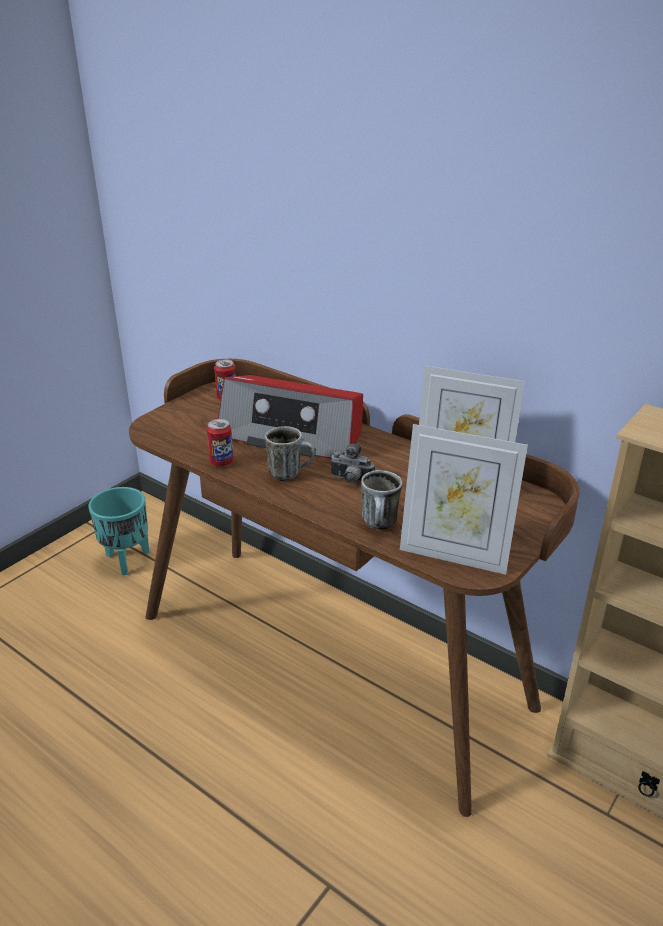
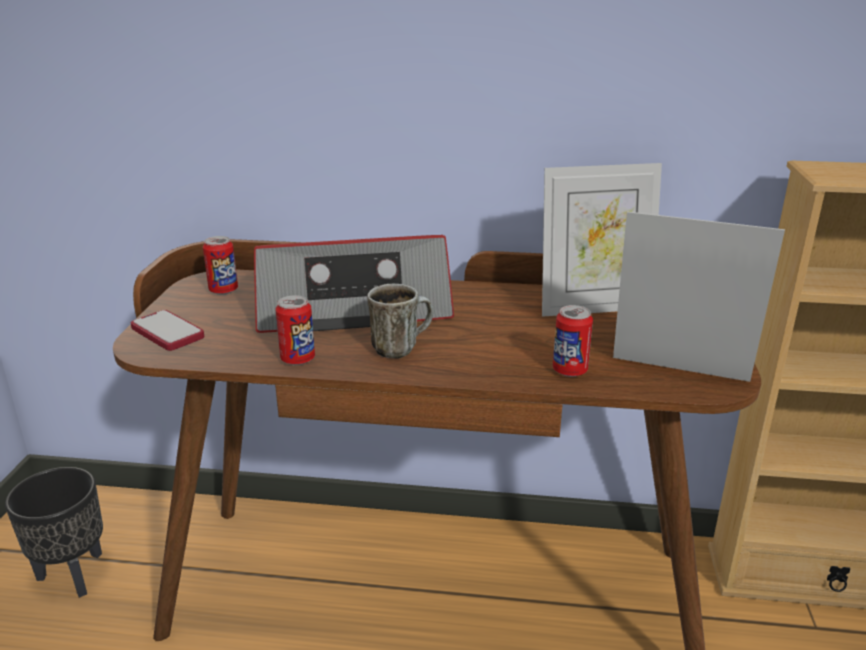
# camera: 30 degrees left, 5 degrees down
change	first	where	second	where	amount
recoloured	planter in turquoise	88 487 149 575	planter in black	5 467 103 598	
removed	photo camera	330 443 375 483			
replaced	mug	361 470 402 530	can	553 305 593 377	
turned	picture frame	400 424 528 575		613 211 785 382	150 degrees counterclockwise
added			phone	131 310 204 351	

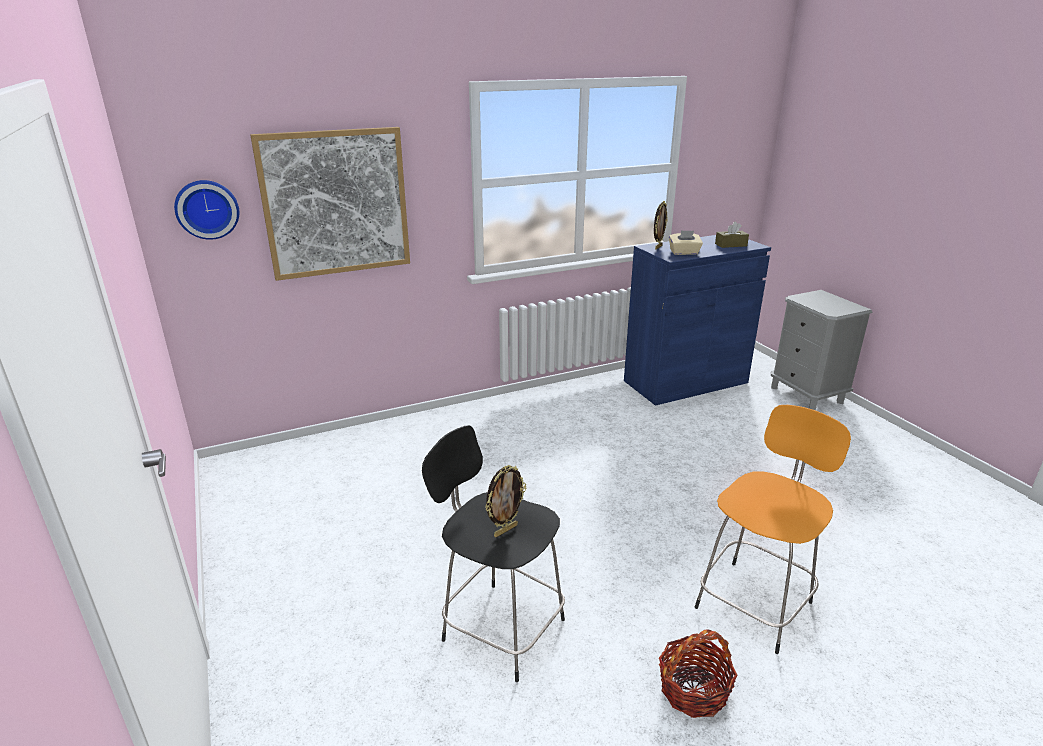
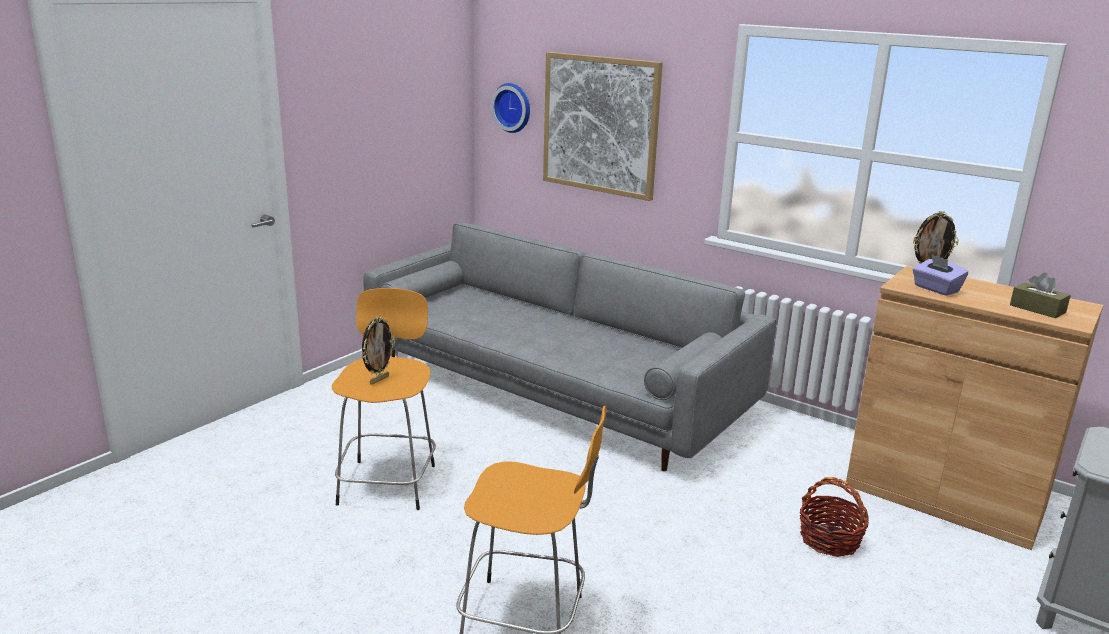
# camera: 60 degrees right, 5 degrees down
change	first	where	second	where	amount
recoloured	stool in black	422 425 565 682	stool in orange	332 288 436 510	
turned	picture frame	485 465 526 537		361 316 395 385	75 degrees counterclockwise
recoloured	cabinet in blue	624 235 771 406	cabinet in brown	846 266 1103 550	
moved	basket	659 629 738 718		800 477 869 557	
recoloured	tissue box in beige	669 230 703 255	tissue box in purple	913 254 968 296	
added			sofa in grey	363 222 776 471	

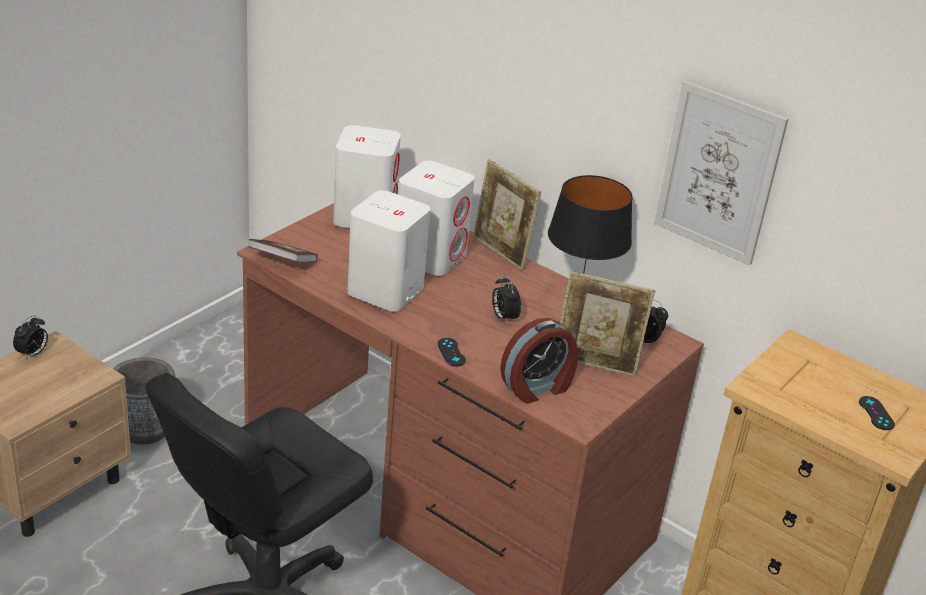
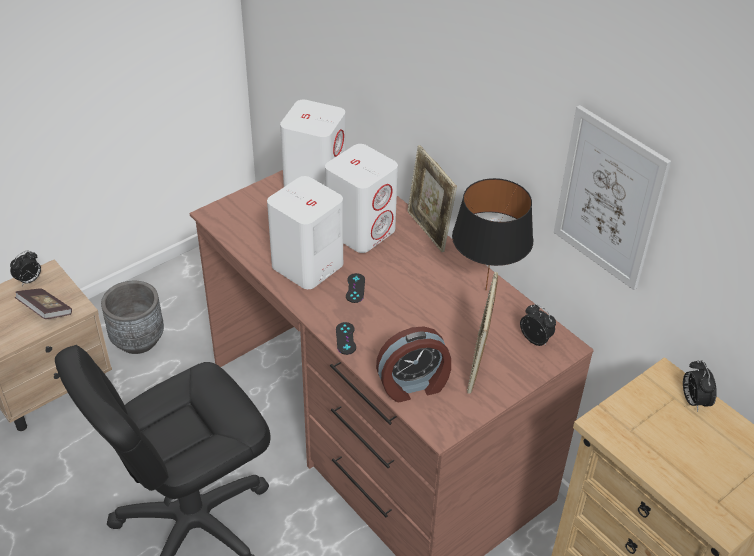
# camera: 15 degrees right, 10 degrees up
change	first	where	second	where	amount
moved	book	248 239 318 263		15 288 72 319	
moved	alarm clock	492 275 521 325		683 360 717 412	
turned	picture frame	560 271 655 377		467 272 498 394	75 degrees clockwise
moved	game controller in black	859 396 895 430		346 273 365 303	

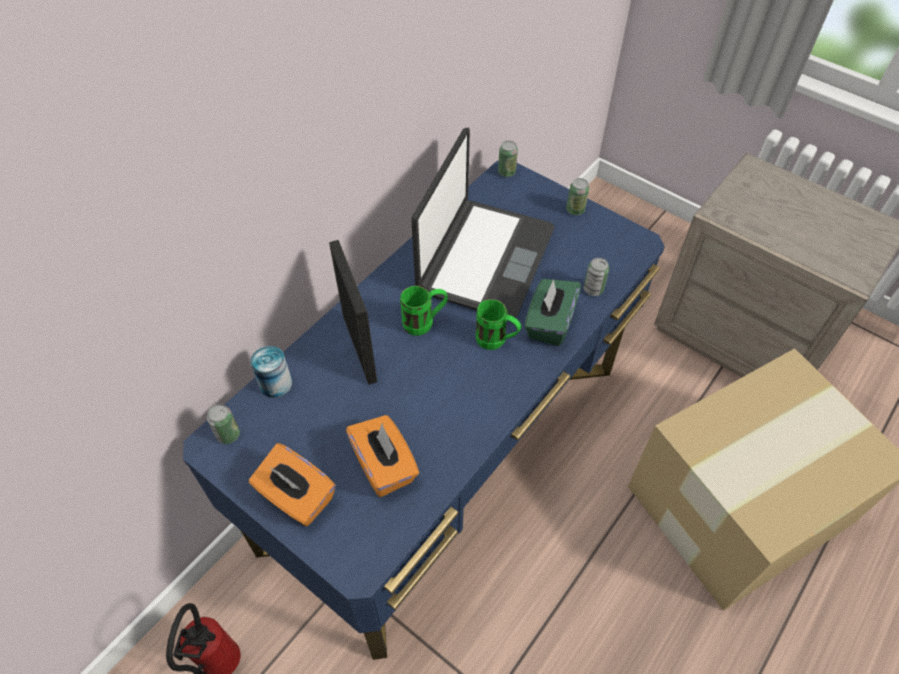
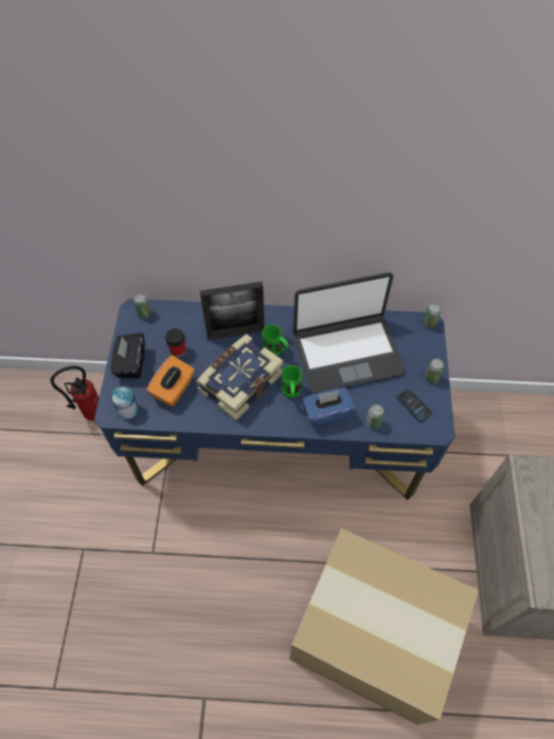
# camera: 55 degrees right, 5 degrees up
change	first	where	second	where	amount
recoloured	tissue box in orange	249 443 336 526	tissue box in black	111 333 145 378	
moved	can	250 346 292 398		110 386 139 419	
turned	picture frame	329 240 377 385		200 281 264 340	45 degrees clockwise
recoloured	tissue box in green	525 279 581 346	tissue box in blue	302 388 356 427	
added			cup	165 328 186 357	
added			book	196 334 283 421	
added			phone	397 389 432 422	

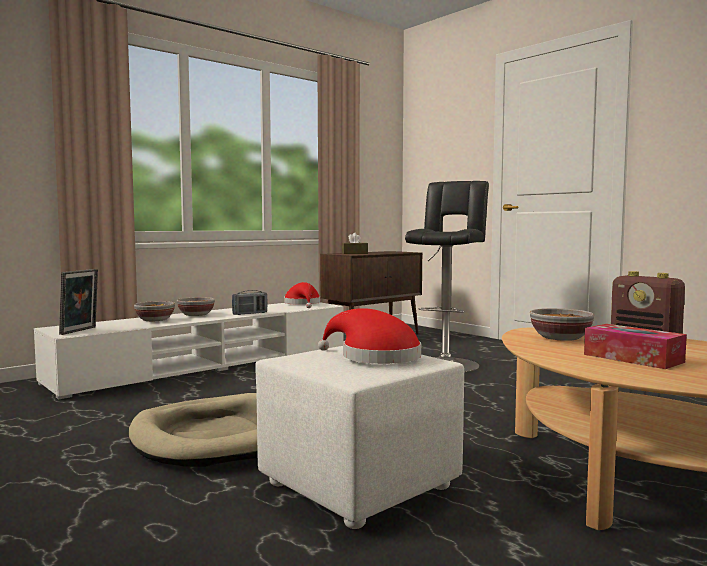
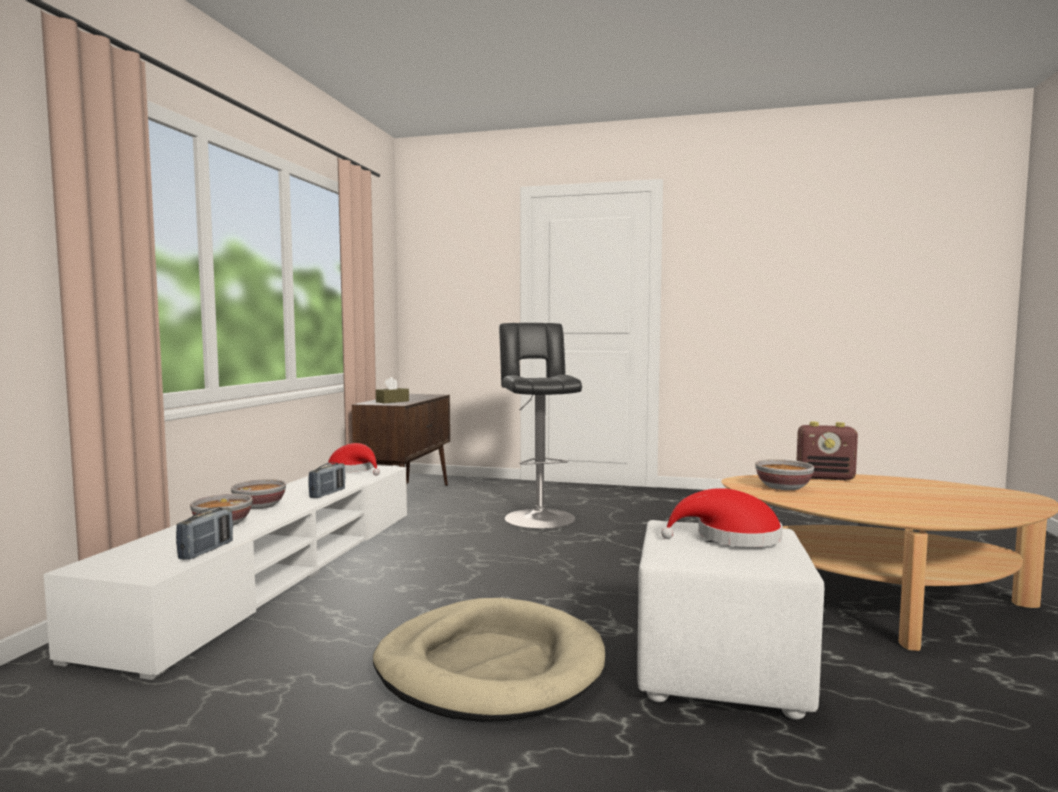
# camera: 35 degrees left, 0 degrees up
change	first	where	second	where	amount
removed	picture frame	59 269 98 335			
removed	tissue box	584 324 687 369			
added			radio	176 507 233 560	

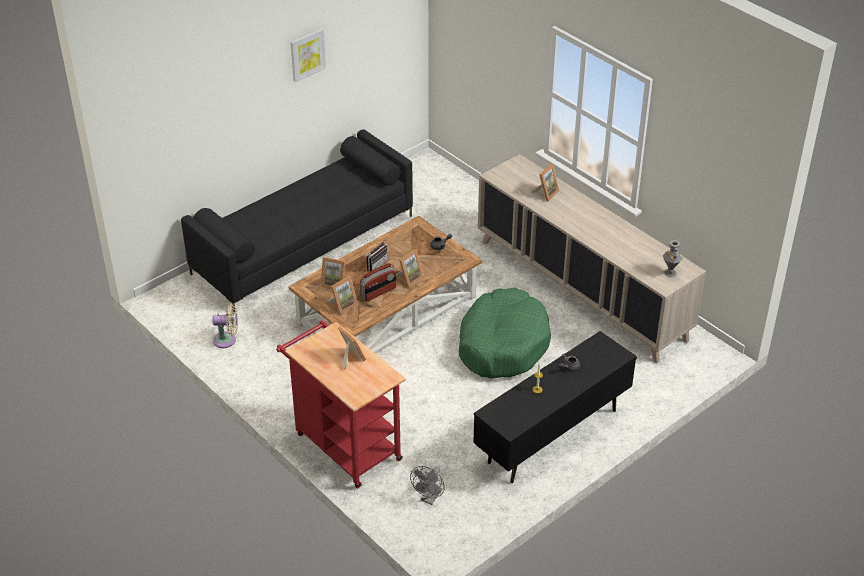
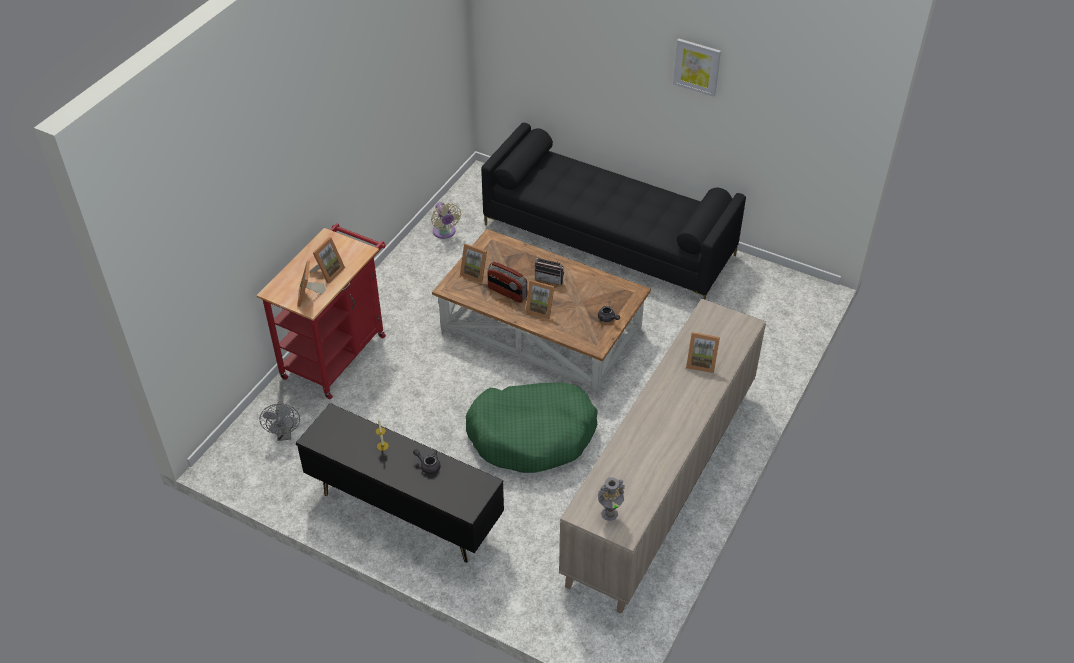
# camera: 70 degrees right, 5 degrees up
change	first	where	second	where	amount
moved	picture frame	321 257 345 289		297 261 326 307	
turned	fan in grey	410 466 444 505		260 401 300 441	105 degrees counterclockwise

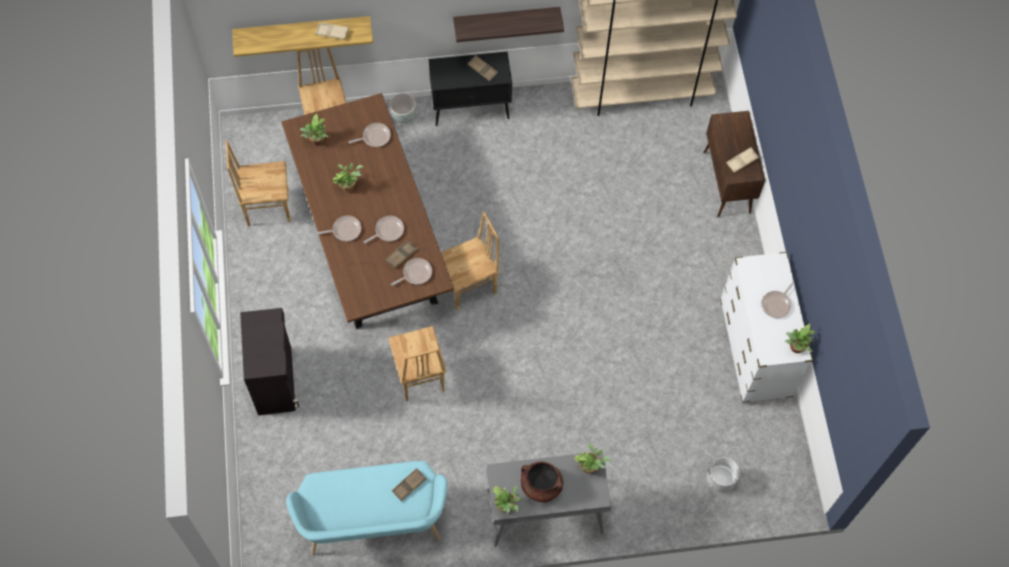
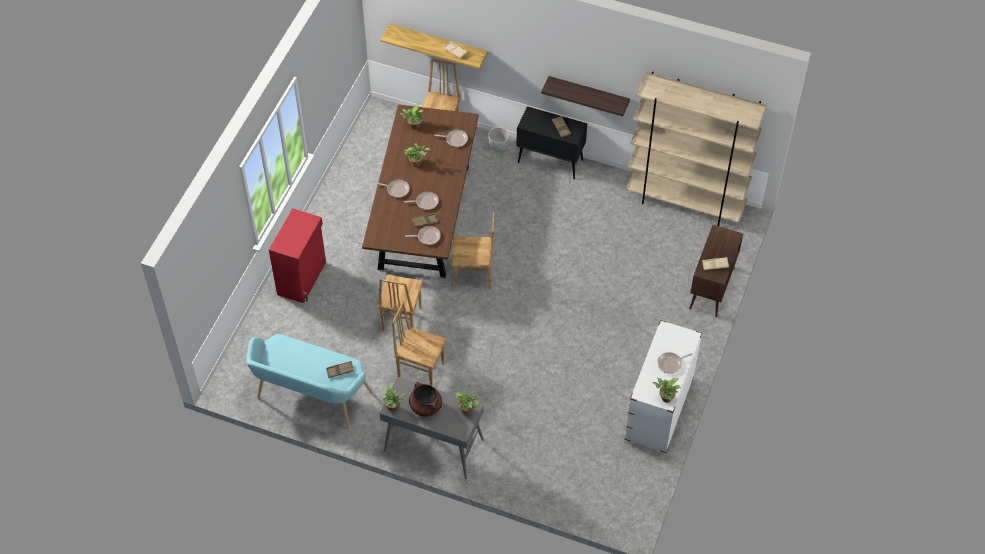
# camera: 30 degrees right, 10 degrees down
change	first	where	second	where	amount
moved	chair in brown	226 141 291 227		392 301 447 386	
recoloured	cabinet in black	240 308 300 415	cabinet in red	269 208 326 303	
removed	planter in white	707 458 740 493			

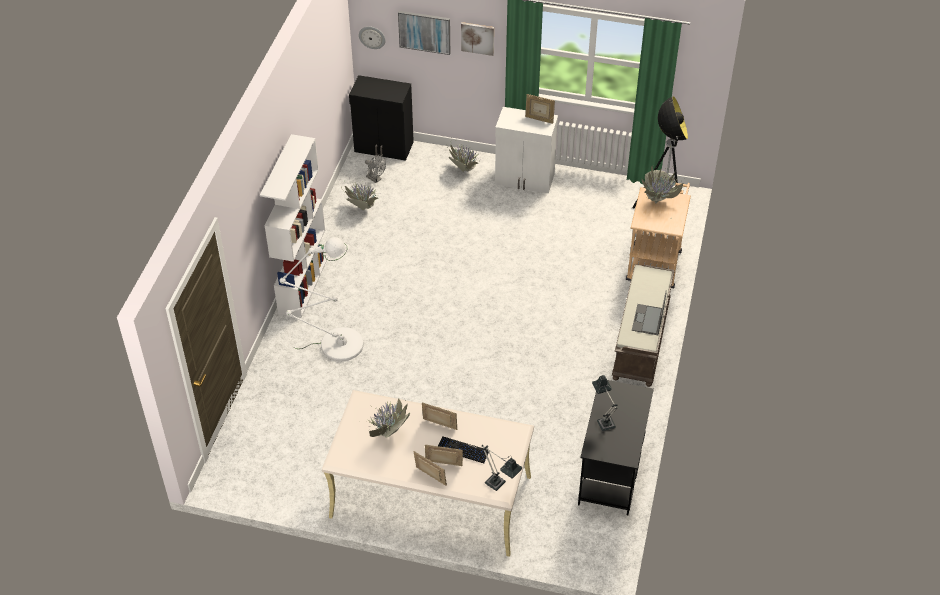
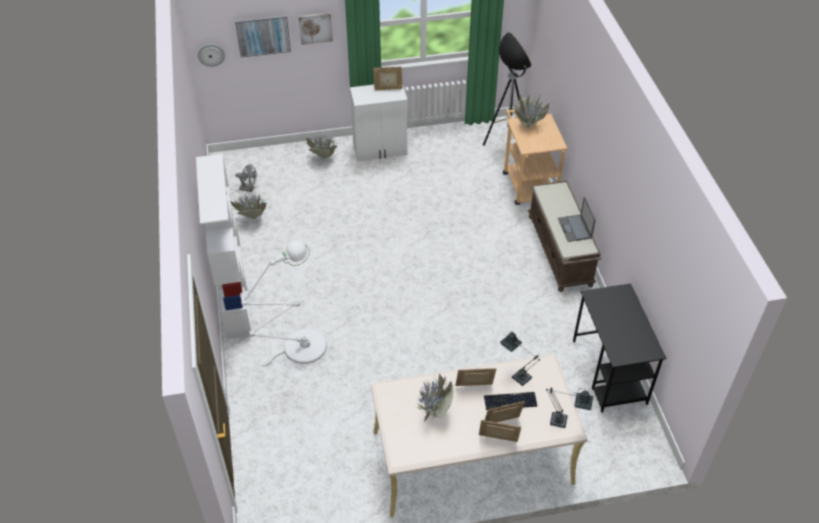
# camera: 25 degrees left, 0 degrees up
change	first	where	second	where	amount
removed	cabinet in black	349 75 414 161			
moved	table lamp	592 375 618 431		500 332 540 386	

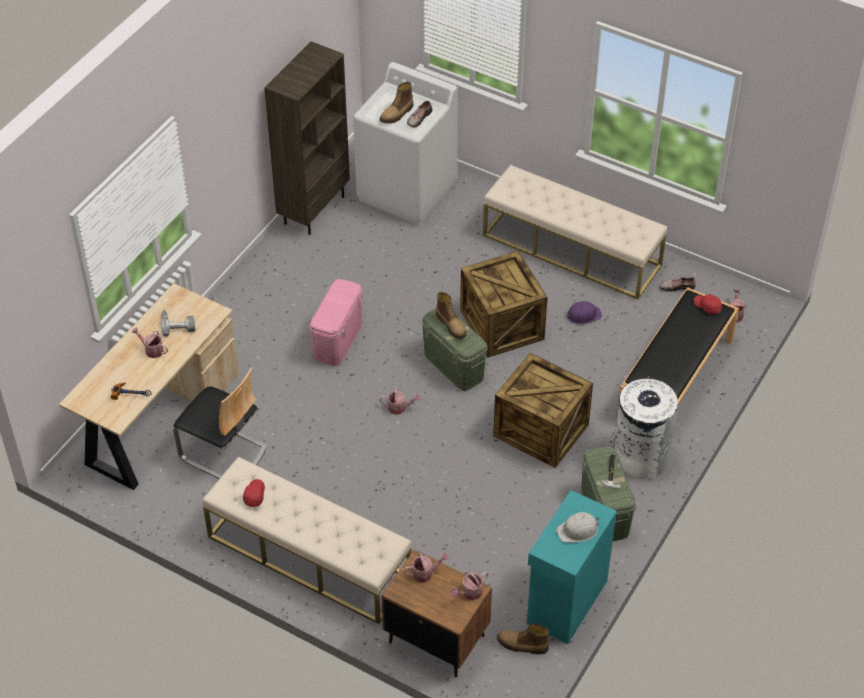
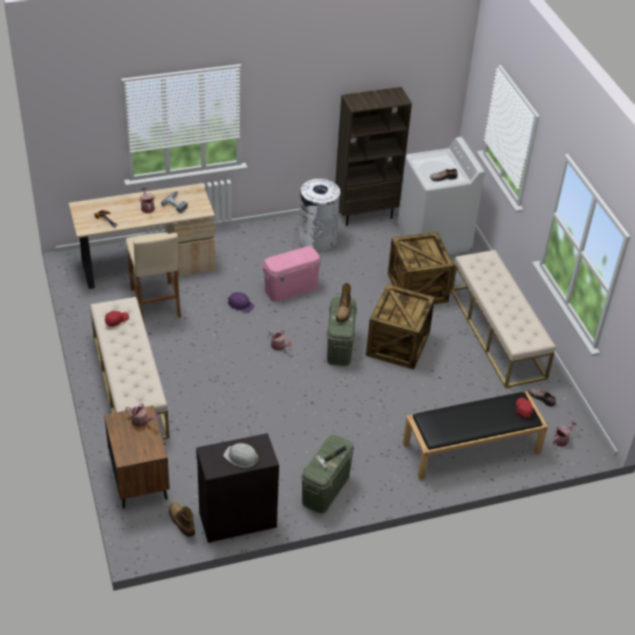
# camera: 40 degrees right, 5 degrees down
change	first	where	second	where	amount
replaced	chair	173 367 267 479	stool in beige	126 232 181 322	
removed	boot	380 82 413 123			
removed	watering can	450 571 488 600			
moved	crate	493 353 593 468		388 232 454 304	
recoloured	cabinet in turquoise	527 490 617 644	cabinet in black	196 433 279 543	
moved	hard hat in purple	566 301 602 324		227 292 254 312	
moved	trash can in white	614 379 678 479		299 179 341 252	

